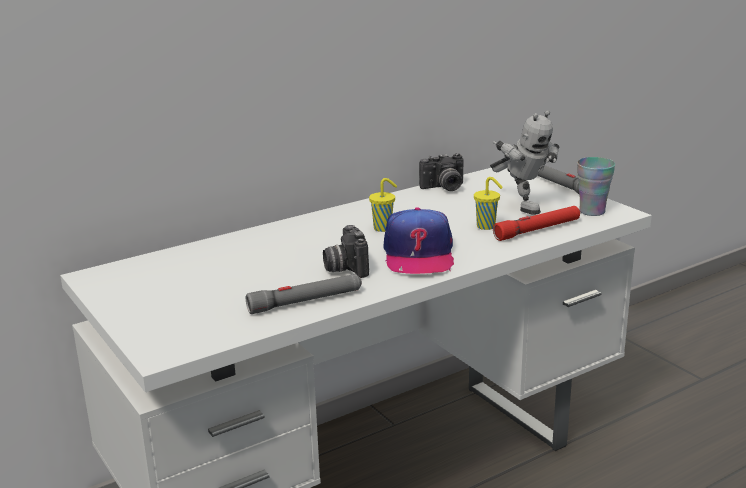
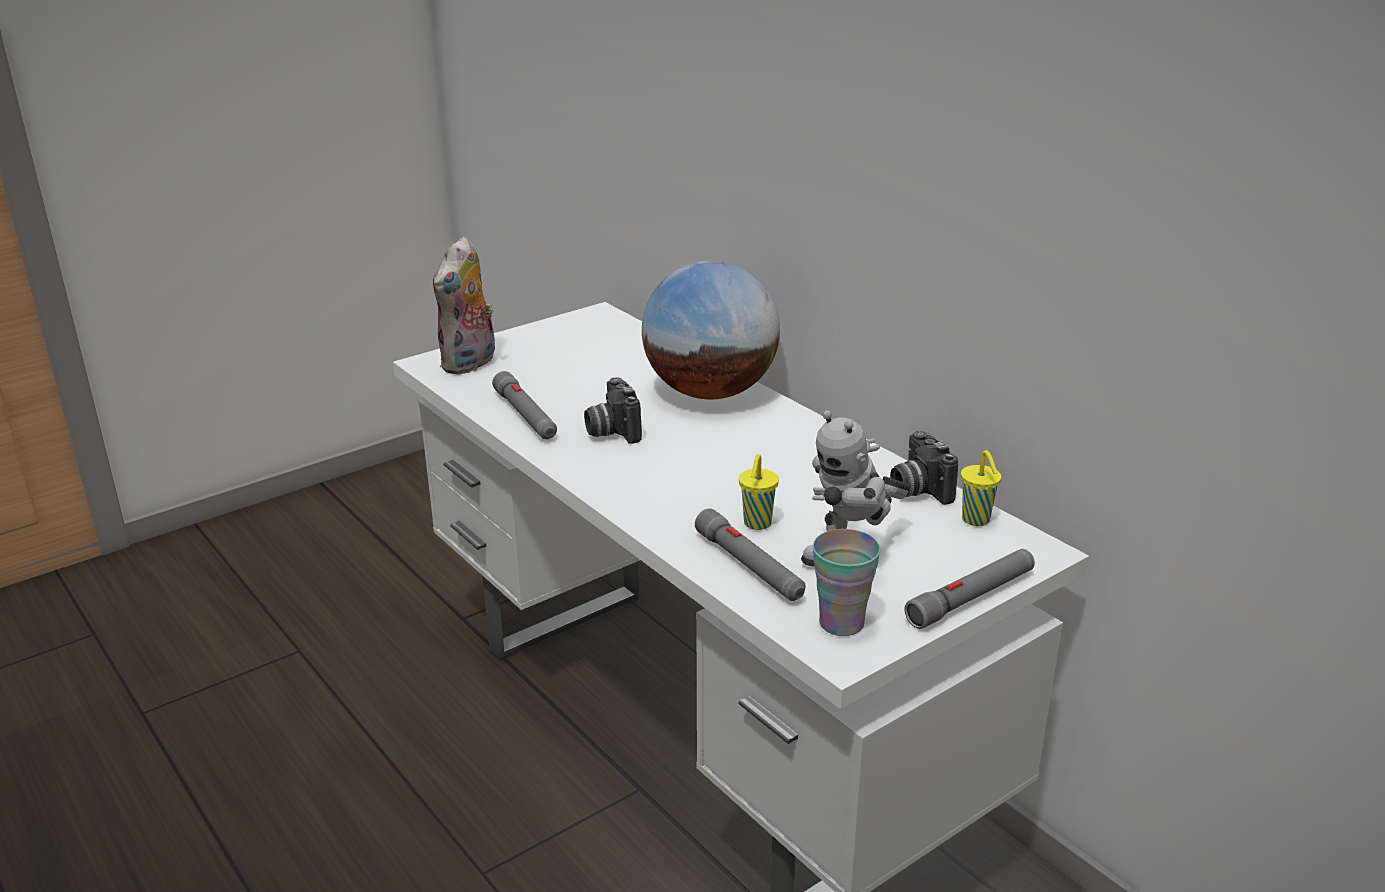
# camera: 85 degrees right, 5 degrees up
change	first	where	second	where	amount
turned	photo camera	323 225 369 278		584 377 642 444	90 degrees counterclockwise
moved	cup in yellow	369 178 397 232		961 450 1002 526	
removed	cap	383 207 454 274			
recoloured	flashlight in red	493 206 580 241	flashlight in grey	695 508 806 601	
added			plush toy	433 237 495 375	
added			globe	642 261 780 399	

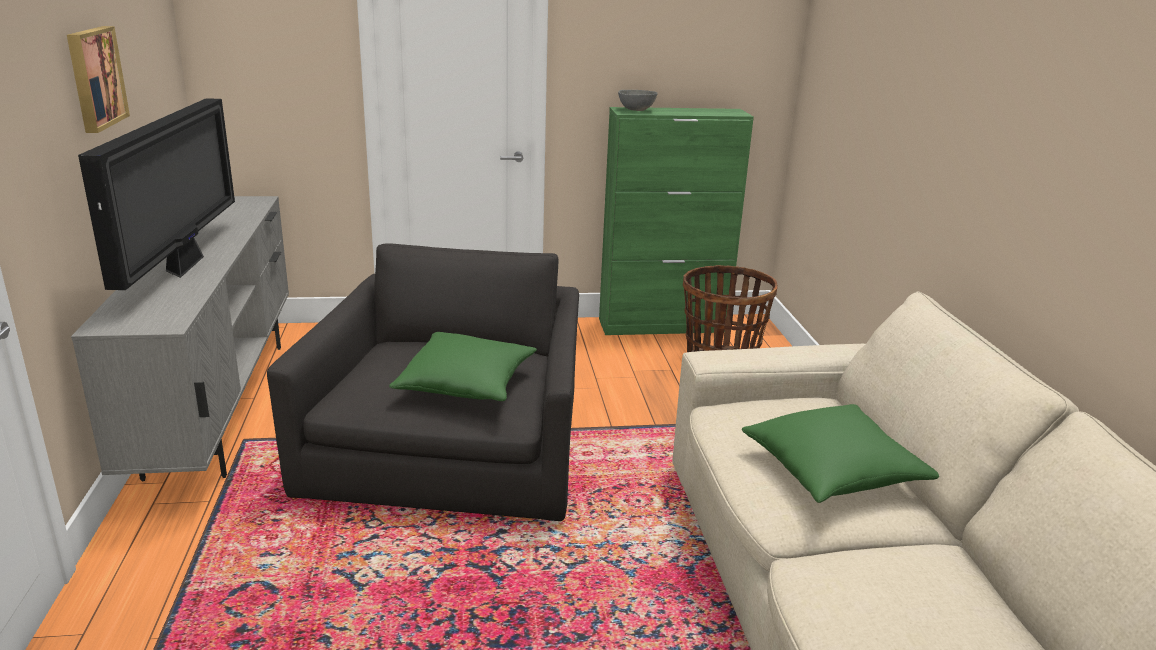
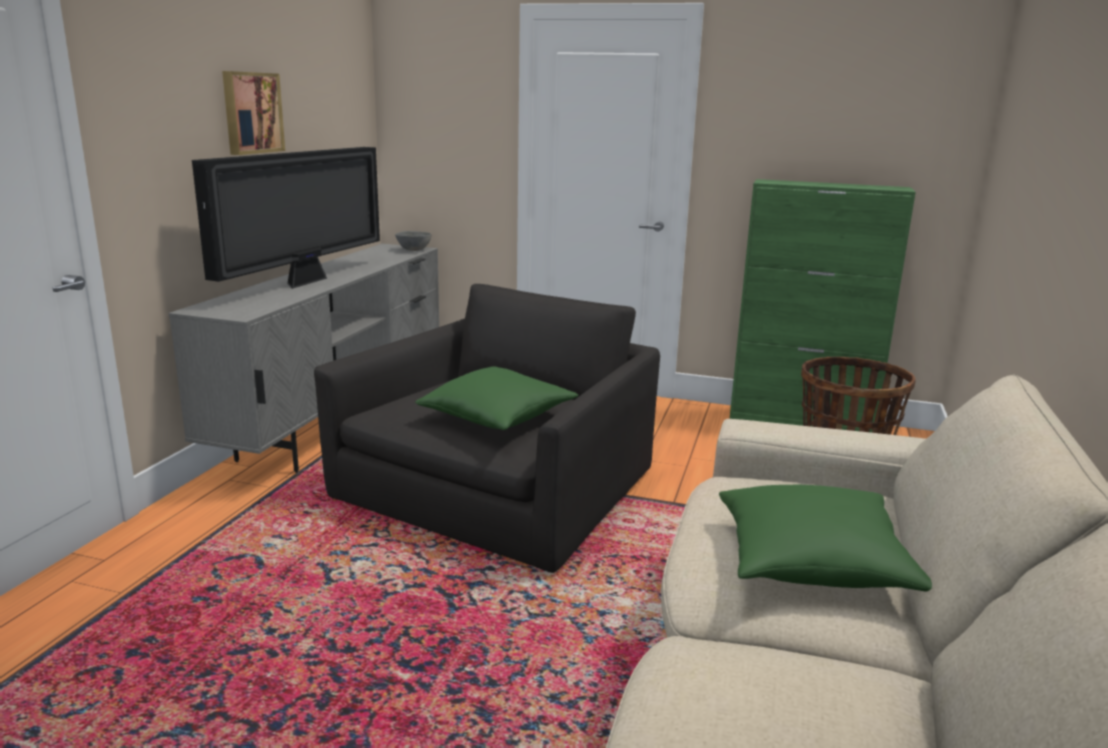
# camera: 25 degrees right, 5 degrees down
change	first	where	second	where	amount
moved	bowl in grey	618 90 658 111		395 231 431 251	

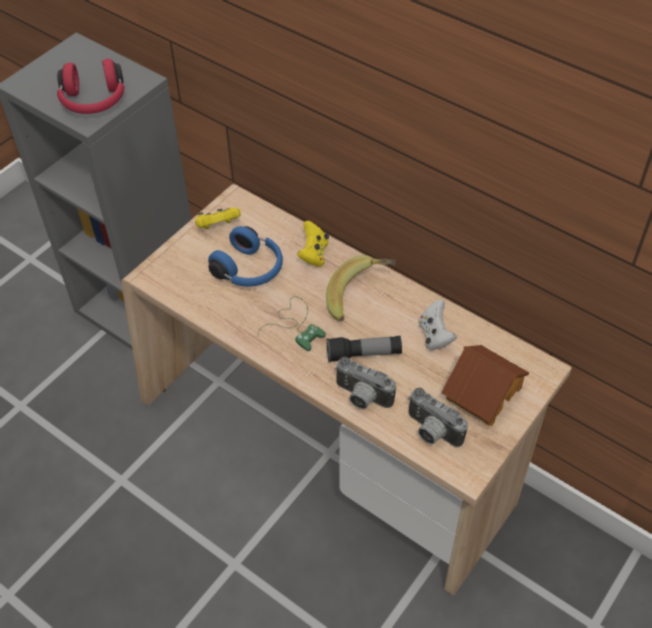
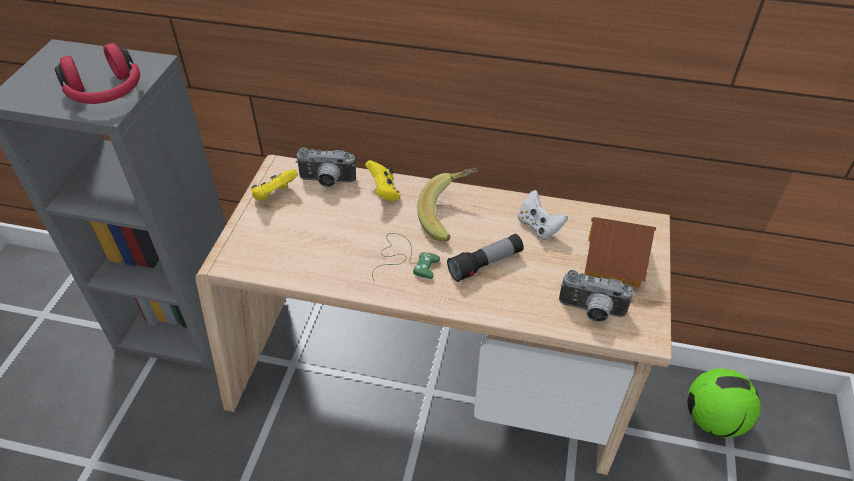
# camera: 25 degrees left, 5 degrees down
change	first	where	second	where	amount
removed	headphones in blue	208 226 283 287			
moved	photo camera	335 357 396 409		296 147 356 187	
added			football	687 369 761 438	

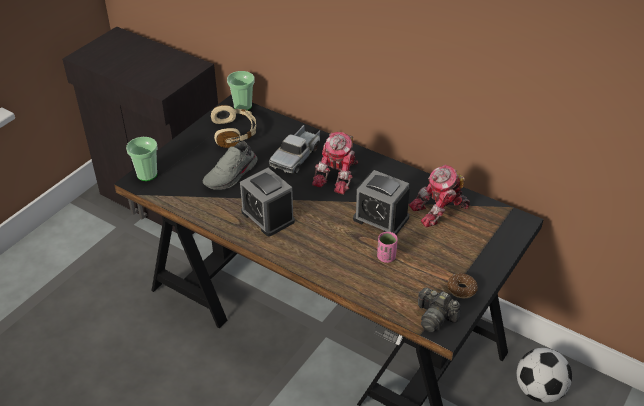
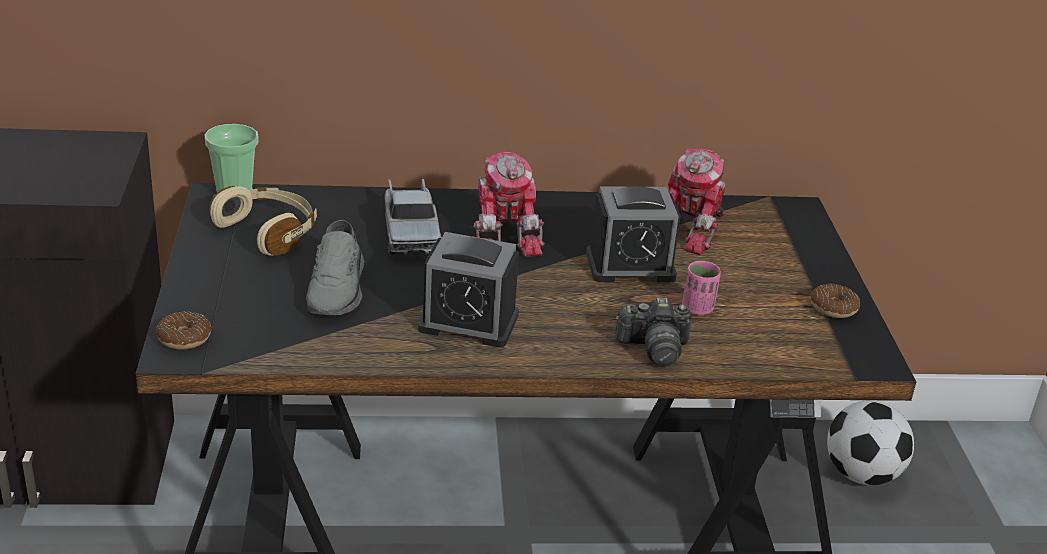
# camera: 40 degrees left, 10 degrees down
change	first	where	second	where	amount
replaced	cup	126 137 158 181	donut	156 311 211 350	
moved	photo camera	418 287 461 332		615 298 692 366	

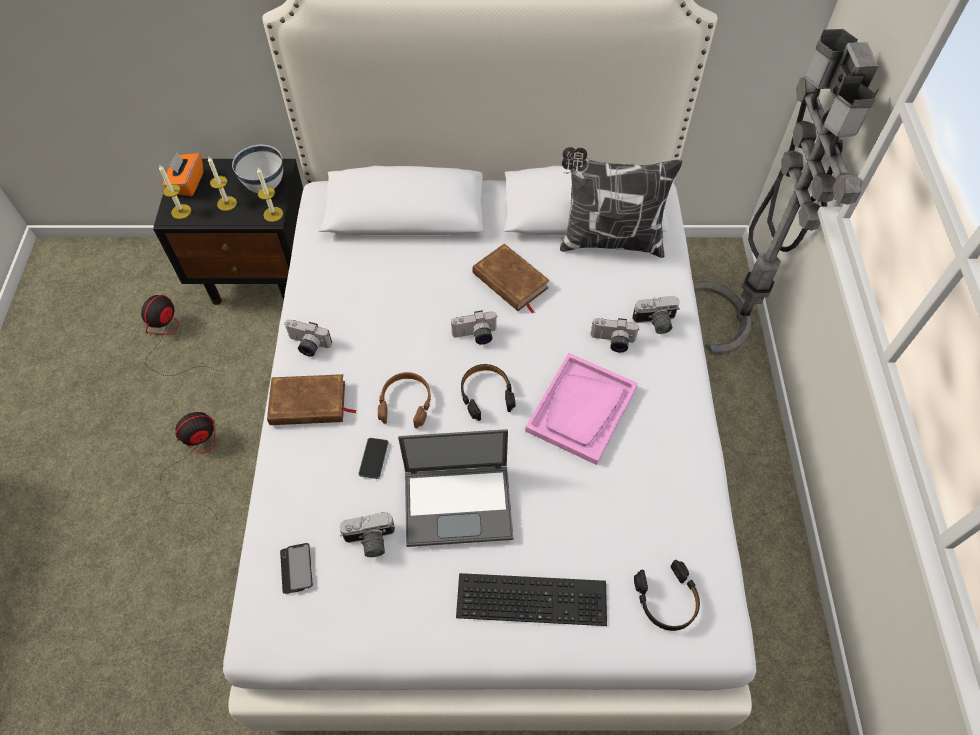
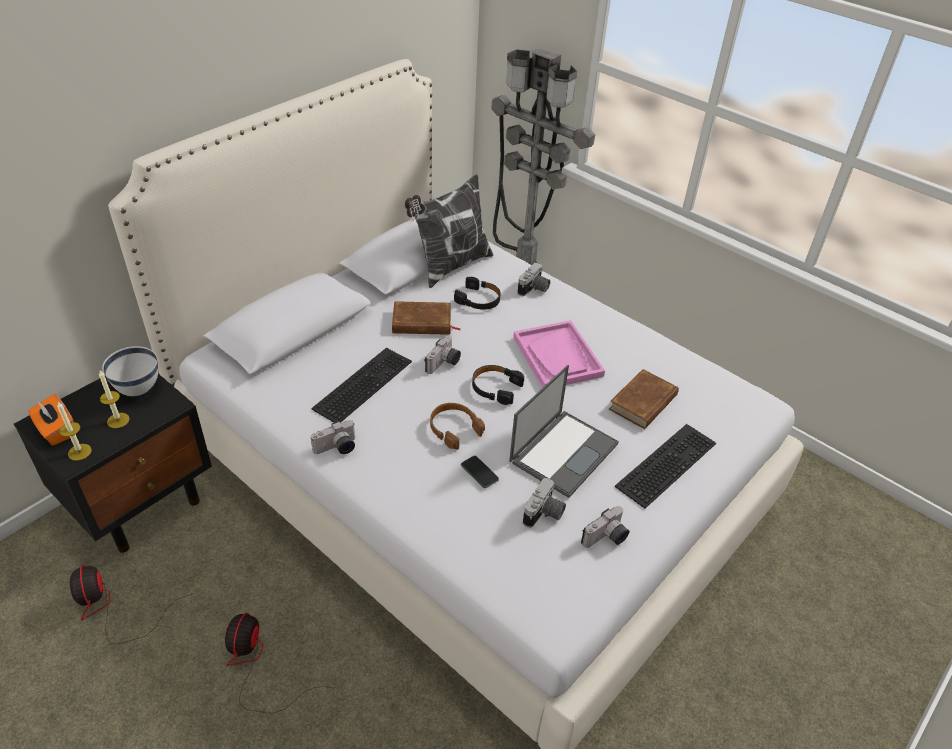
# camera: 50 degrees left, 15 degrees down
change	first	where	second	where	amount
removed	candle	257 168 283 222			
moved	book in brown	267 374 357 425		609 369 679 429	
removed	phone	280 543 313 594			
moved	photo camera	591 318 640 353		581 506 629 548	
moved	headphones in black	634 560 700 631		454 277 501 310	
added			keyboard	311 348 412 423	

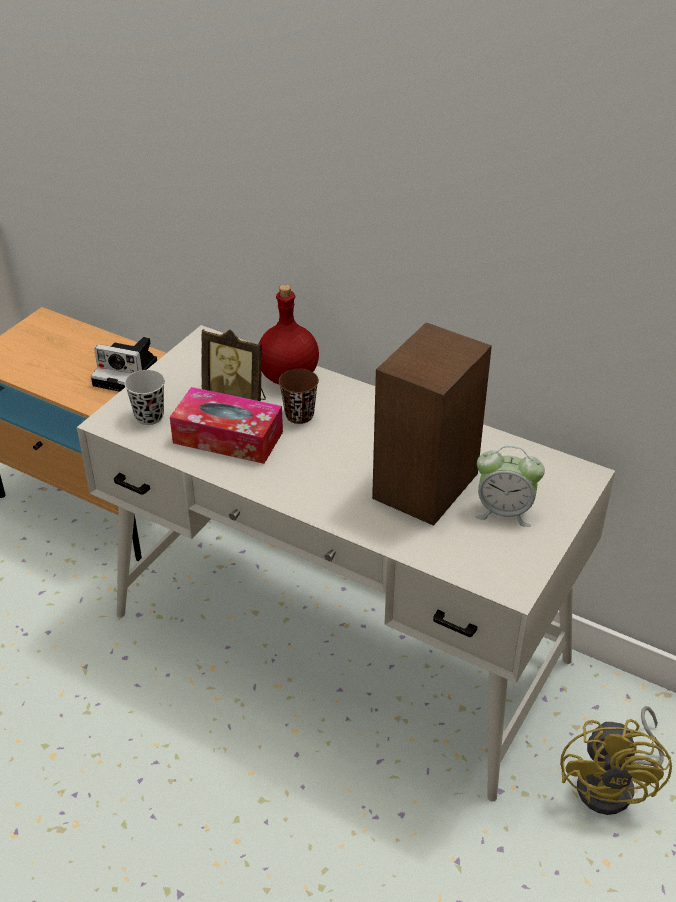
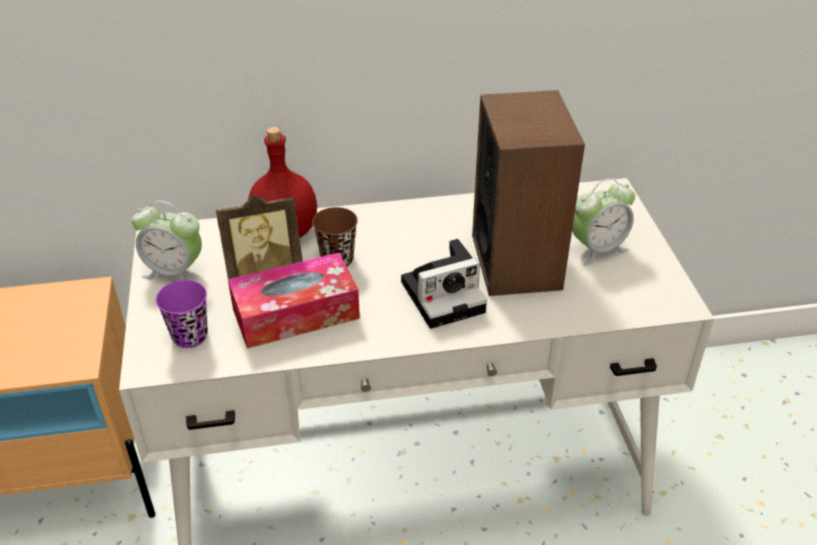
# camera: 40 degrees left, 0 degrees up
change	first	where	second	where	amount
moved	photo camera	91 337 157 392		401 239 487 329	
recoloured	cup in black	124 370 165 425	cup in purple	156 280 208 348	
removed	fan in yellow	560 706 672 815			
added			alarm clock	132 201 202 280	

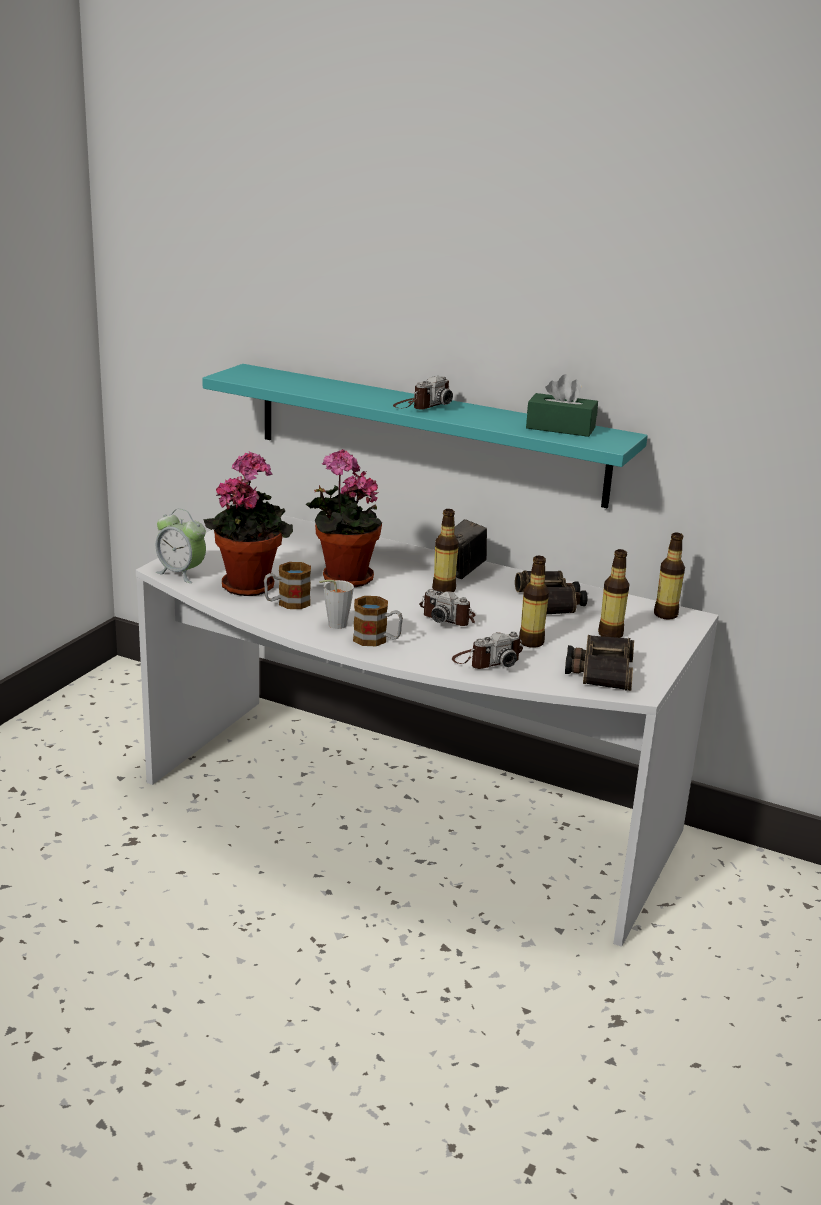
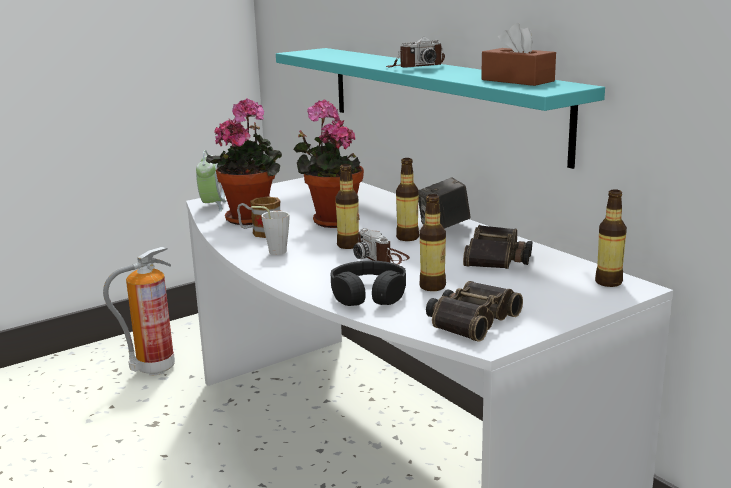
# camera: 30 degrees right, 5 degrees down
change	first	where	second	where	amount
turned	alarm clock	156 508 206 583		196 150 227 212	150 degrees counterclockwise
removed	mug	353 596 403 646			
replaced	photo camera	452 632 523 669	headphones in black	331 261 406 306	
recoloured	tissue box in green	526 374 598 437	tissue box in brown	481 23 556 86	
moved	bottle	598 549 630 638		335 164 359 249	
added			fire extinguisher	103 246 175 375	

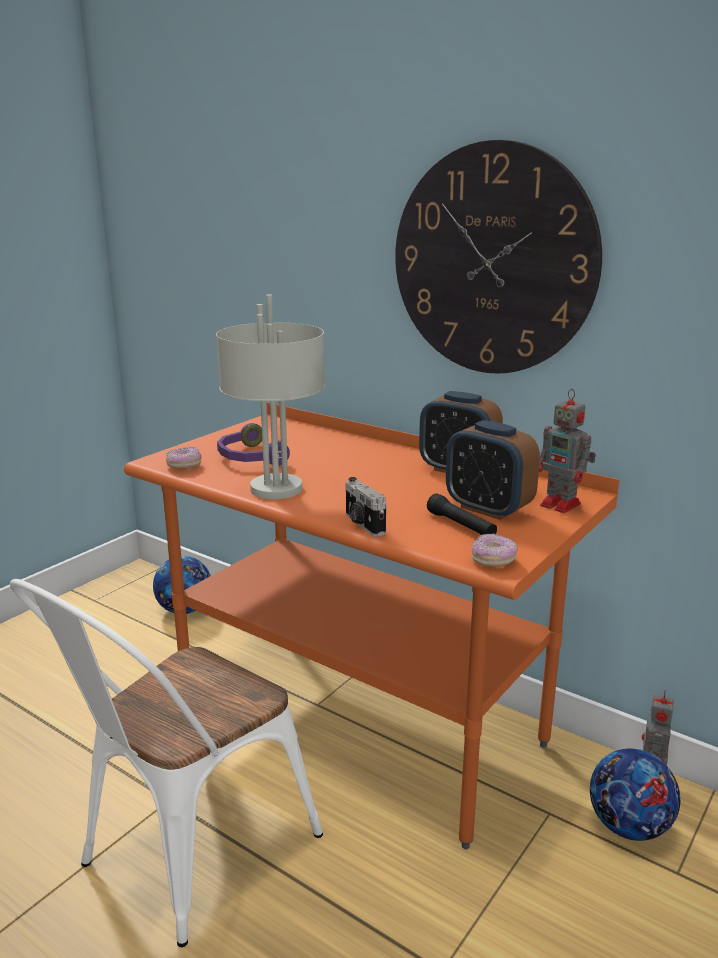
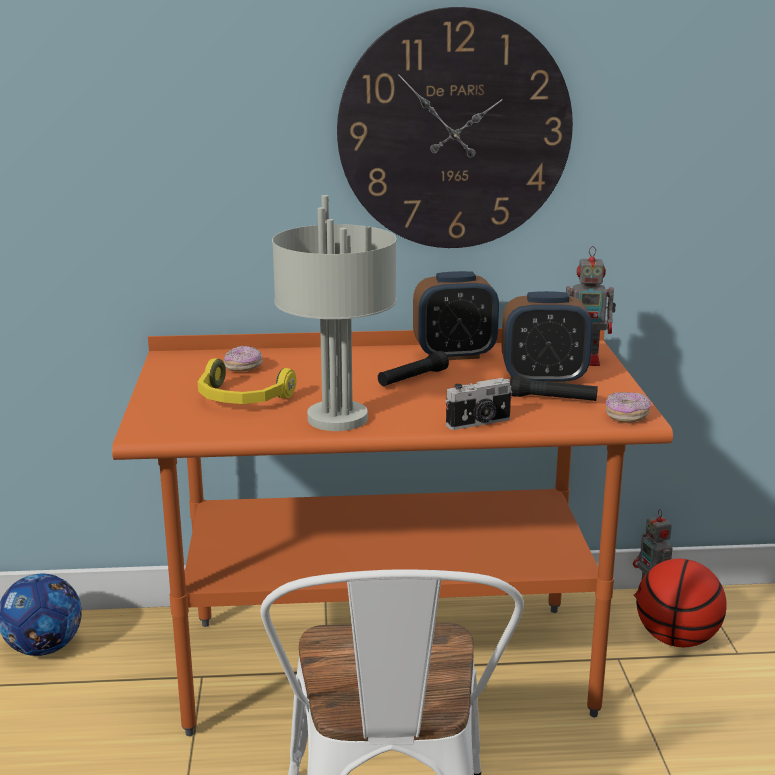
# camera: 40 degrees left, 0 degrees up
change	first	where	second	where	amount
moved	donut	166 446 202 469		224 346 263 372	
recoloured	headphones in purple	217 423 290 466	headphones in yellow	198 359 296 404	
turned	photo camera	345 477 386 537		445 378 512 430	45 degrees counterclockwise
replaced	football	590 749 680 841	basketball	636 559 727 647	
added			flashlight in black	378 351 449 386	

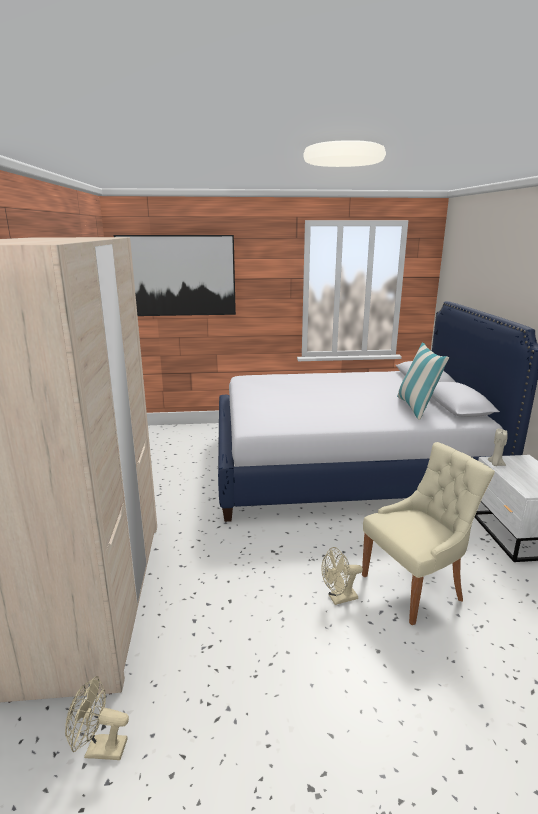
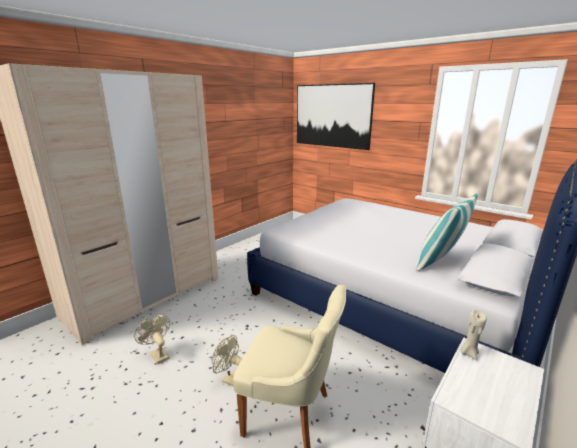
# camera: 45 degrees right, 0 degrees up
change	first	where	second	where	amount
moved	fan in beige	65 676 129 760		134 314 170 364	

